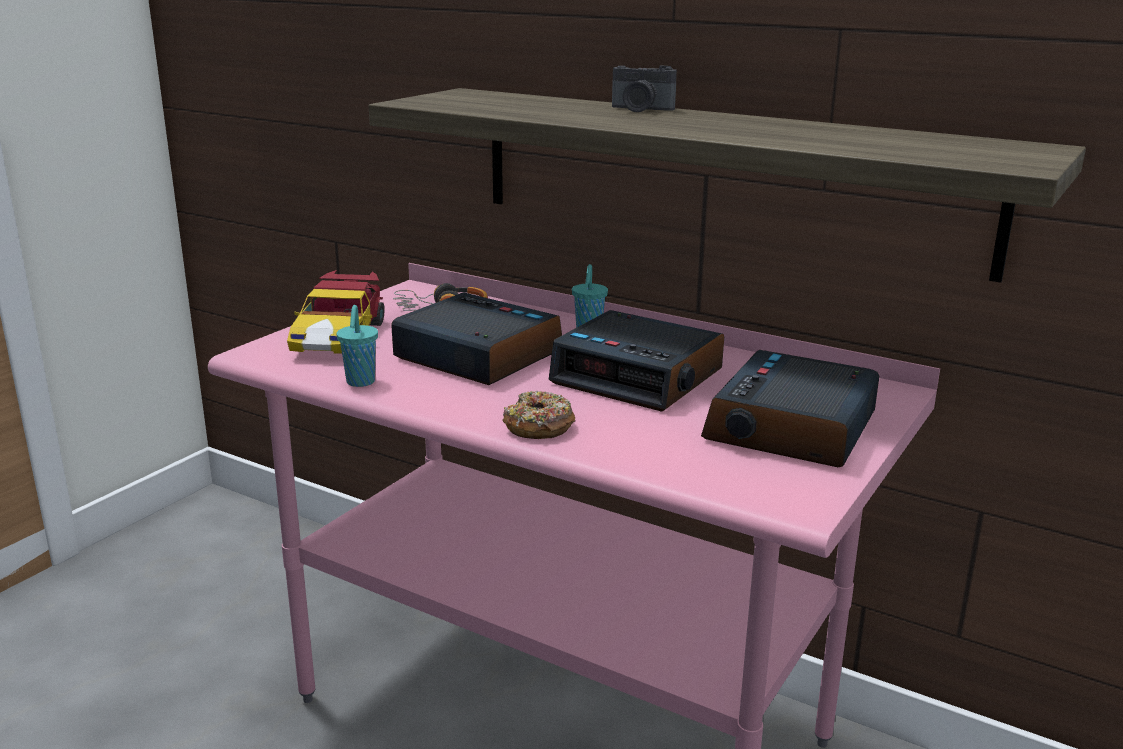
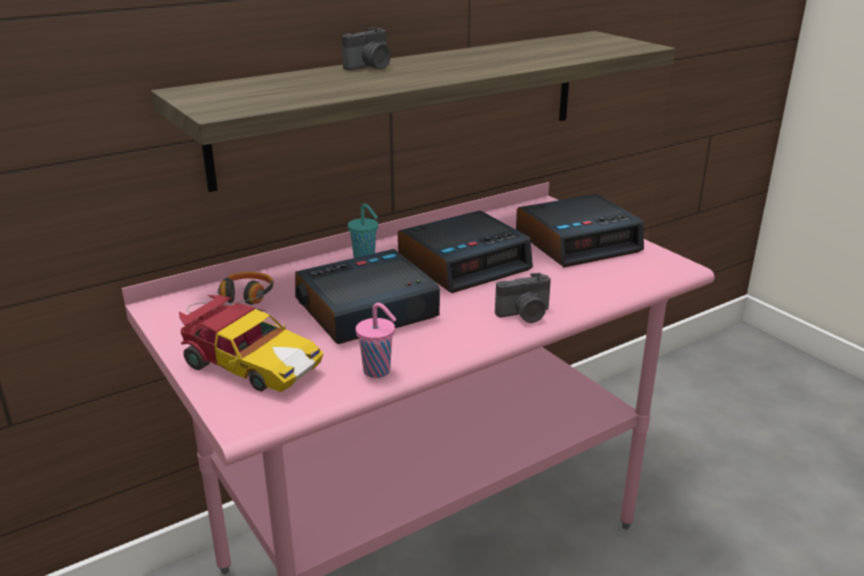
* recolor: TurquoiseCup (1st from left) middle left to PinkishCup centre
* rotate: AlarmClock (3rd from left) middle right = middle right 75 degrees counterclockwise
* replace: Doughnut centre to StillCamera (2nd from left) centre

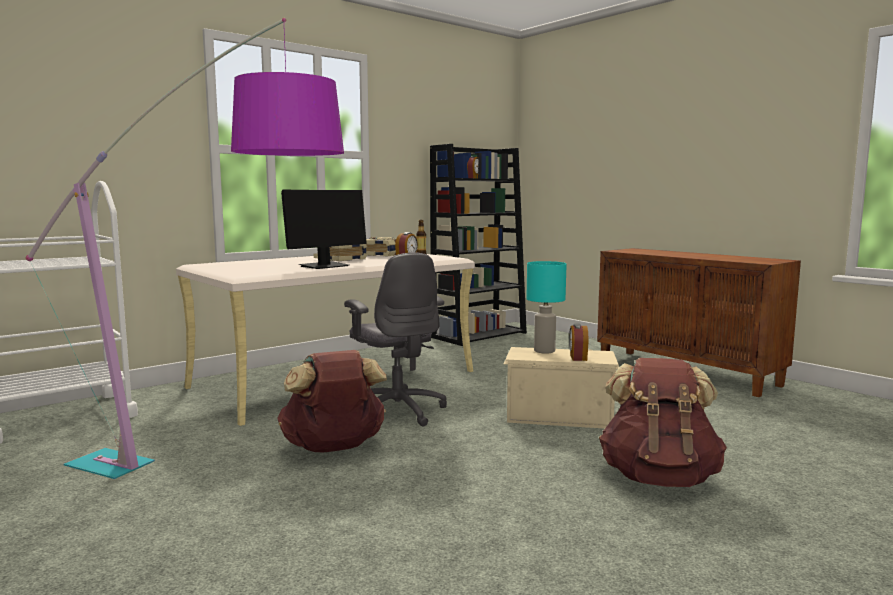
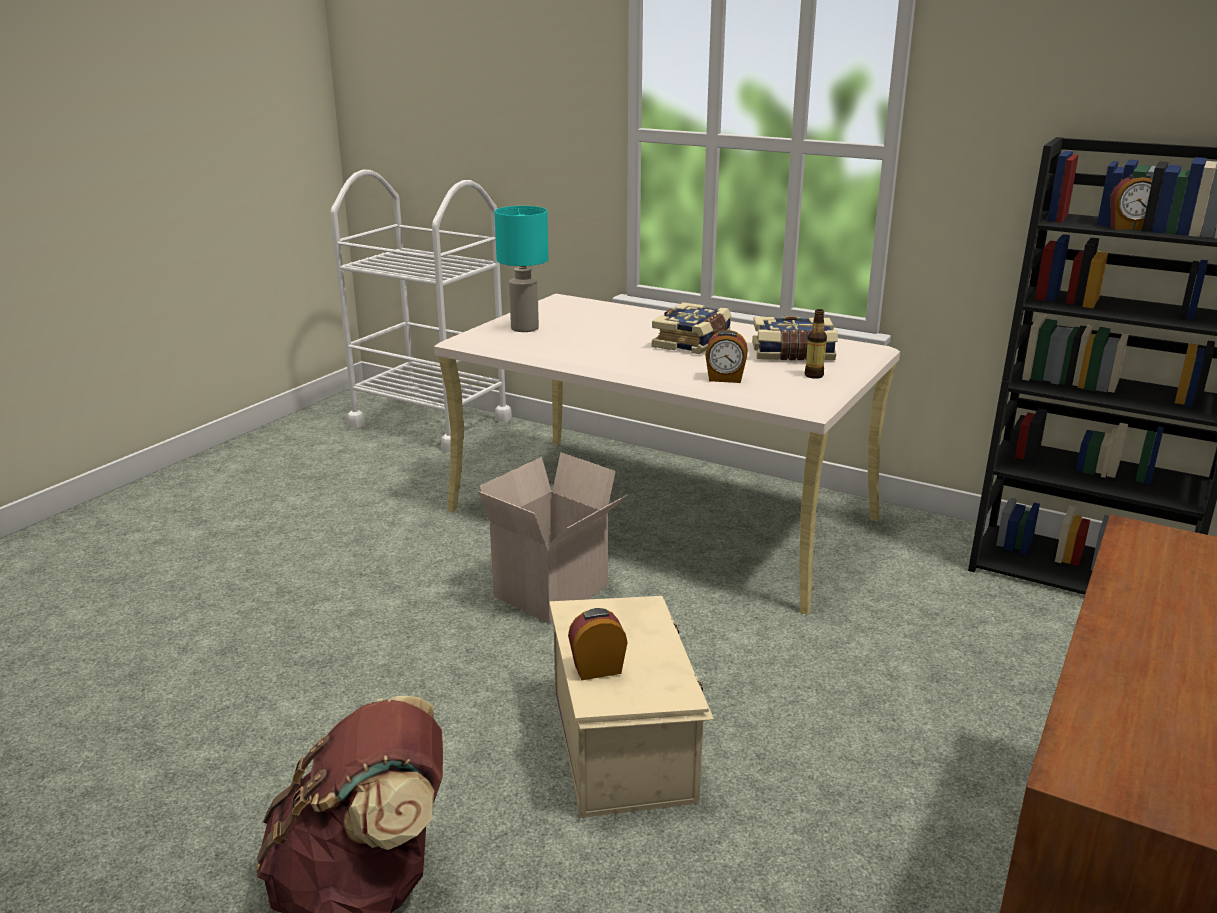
* delete: FloorLamp middle left
* delete: Monitor centre
* replace: GrayComputerChair centre to PackingBox centre
* move: TurquoiseTableLamp centre to top centre
* delete: BrownColouredBackpack (1st from left) bottom centre

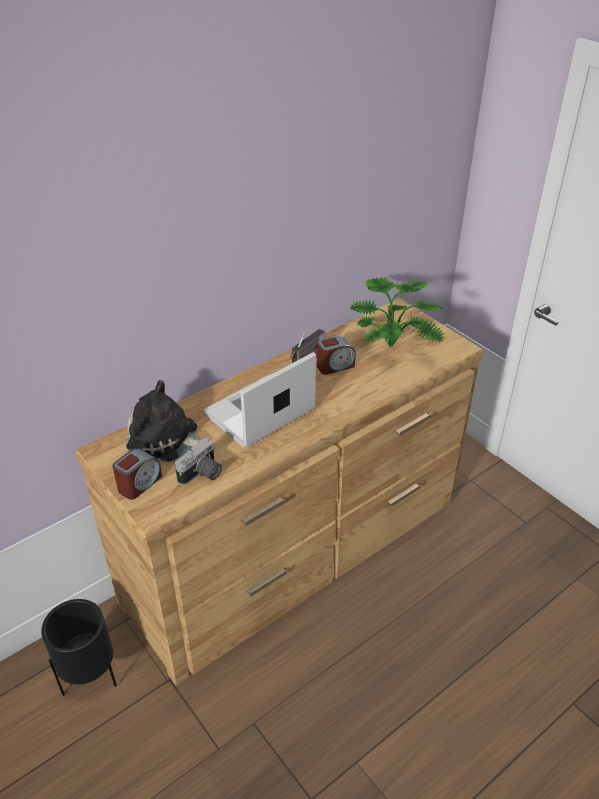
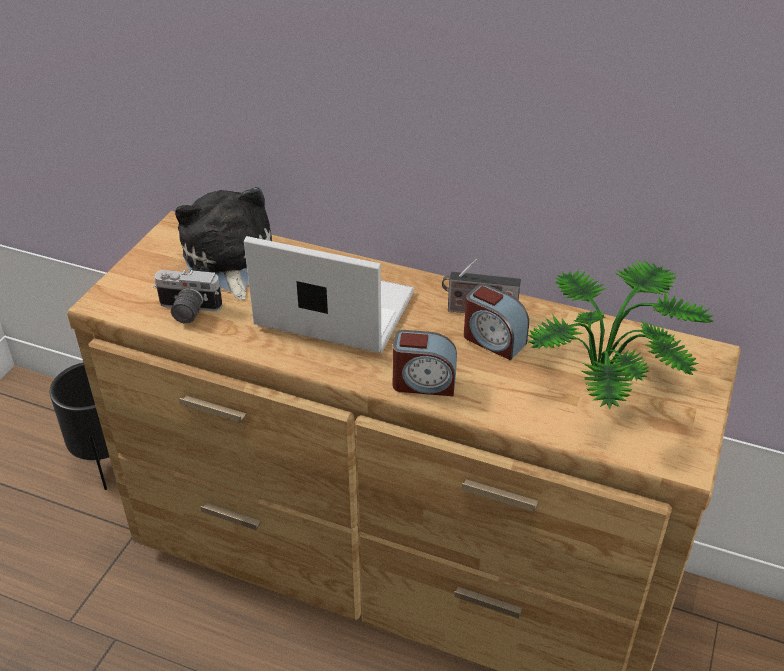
* move: AlarmClock (1st from left) middle left to centre

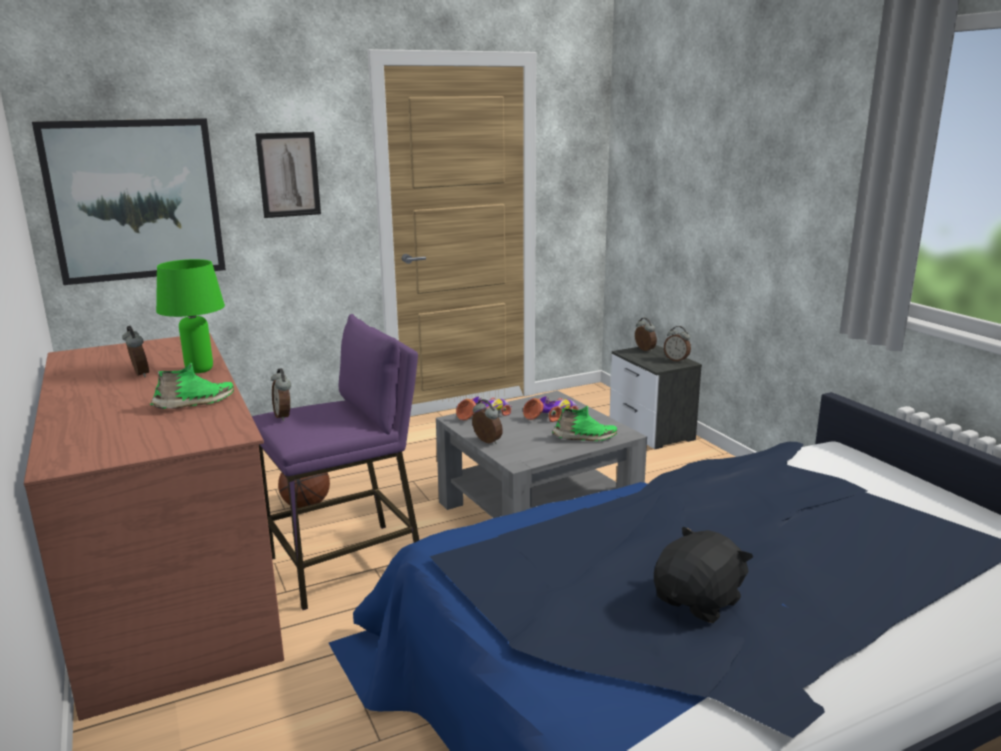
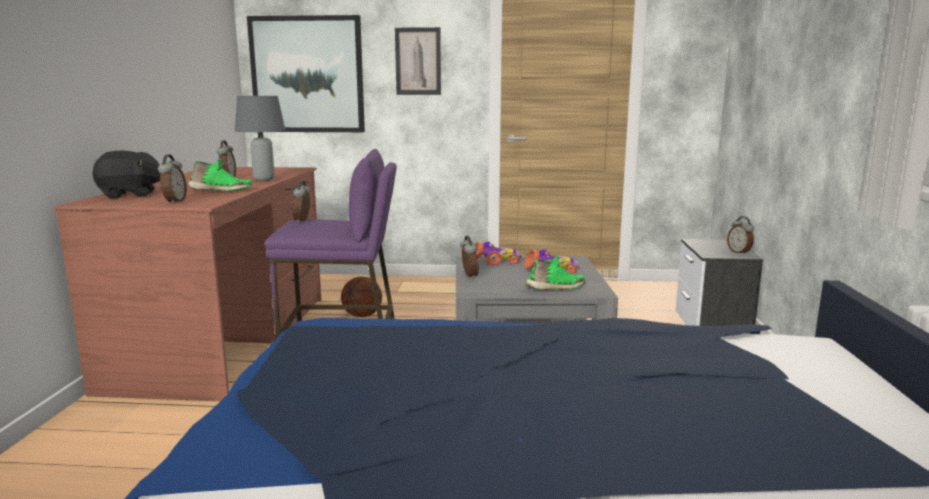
* recolor: GreenColouredTableLamp middle left to GrayTableLamp top left
* move: AlarmClock (4th from left in the first image) centre to AlarmClock (1st from left) middle left
* rotate: GreenColouredShoe (2nd from left) centre = centre 45 degrees counterclockwise
* move: BlackColouredSoftToy bottom right to middle left

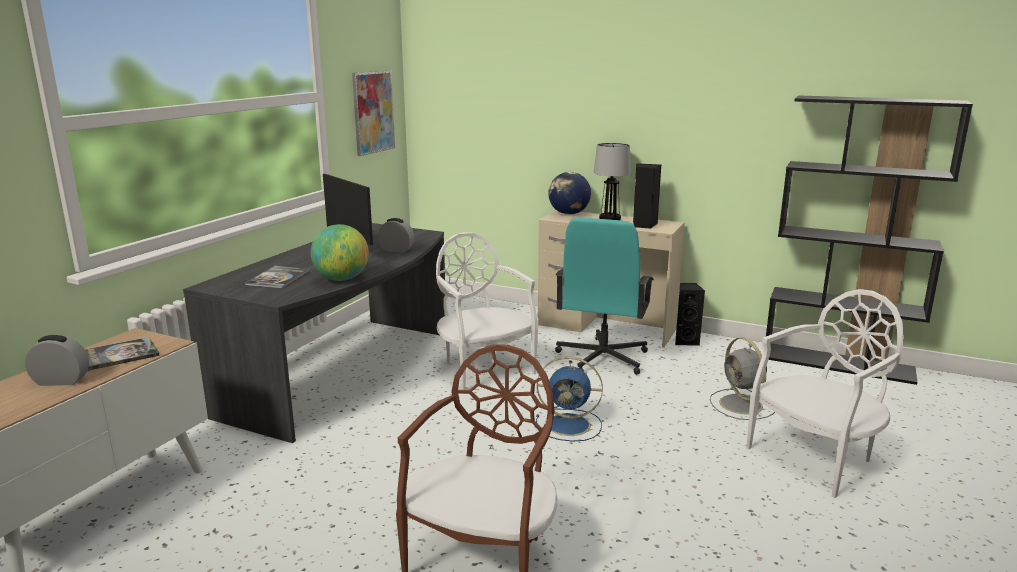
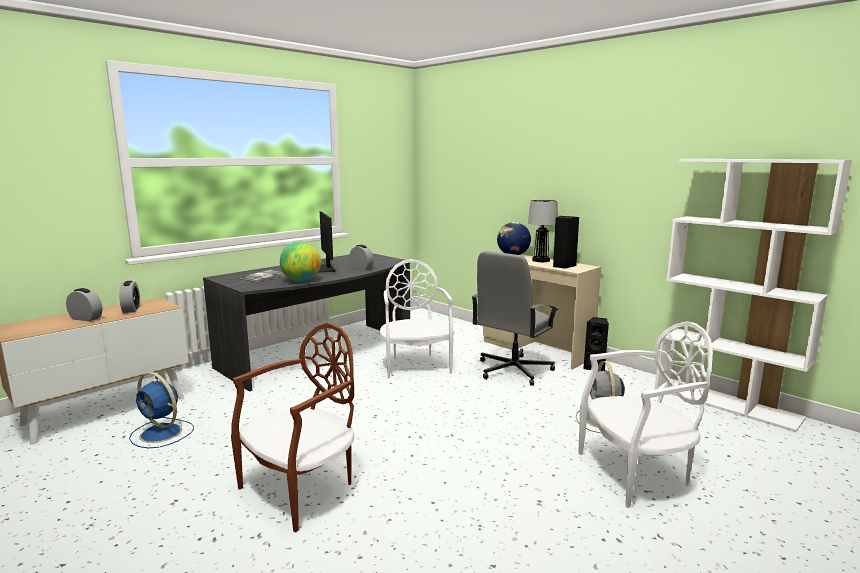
* delete: Picture top centre
* recolor: BlackColouredBookcase middle right to WhiteBookcase middle right
* recolor: TurquoiseComputerChair centre to GrayComputerChair centre
* replace: Book (1st from left) middle left to AlarmClock (2nd from left) middle left
* move: BlueCoolingFan bottom centre to bottom left

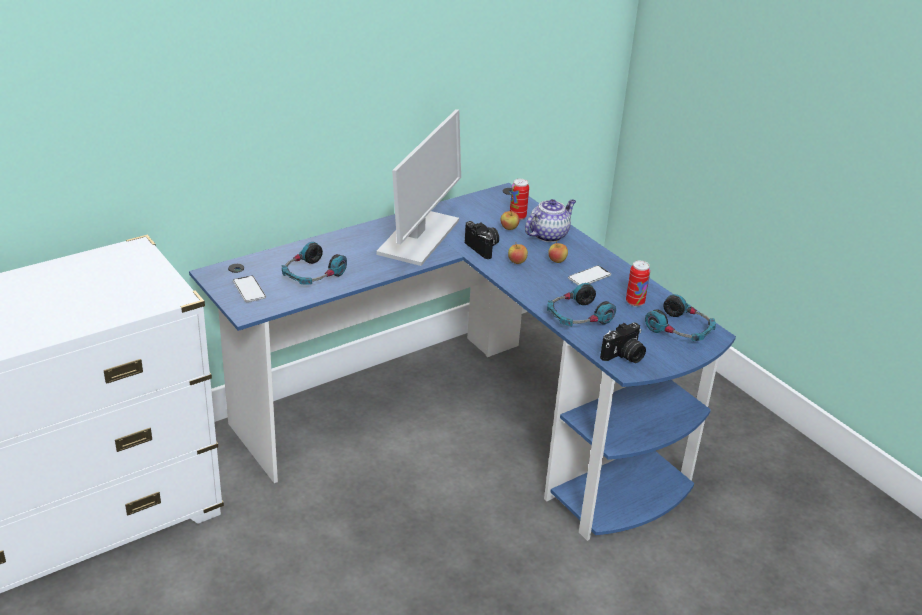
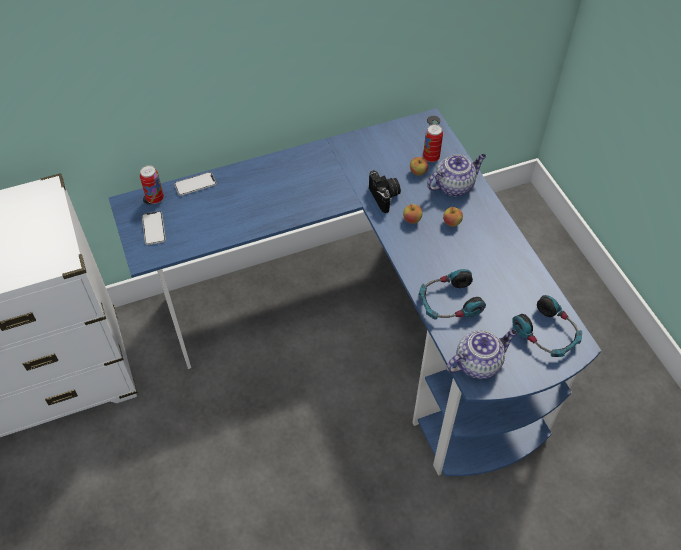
* delete: Monitor top centre
* delete: Headset (1st from left) centre
* move: SealedCan (2nd from left in the first image) middle right to SealedCan (1st from left) middle left
* move: Telephone (2nd from left) centre to middle left
* replace: StillCamera (2nd from left) middle right to TeaPot (2nd from left) middle right

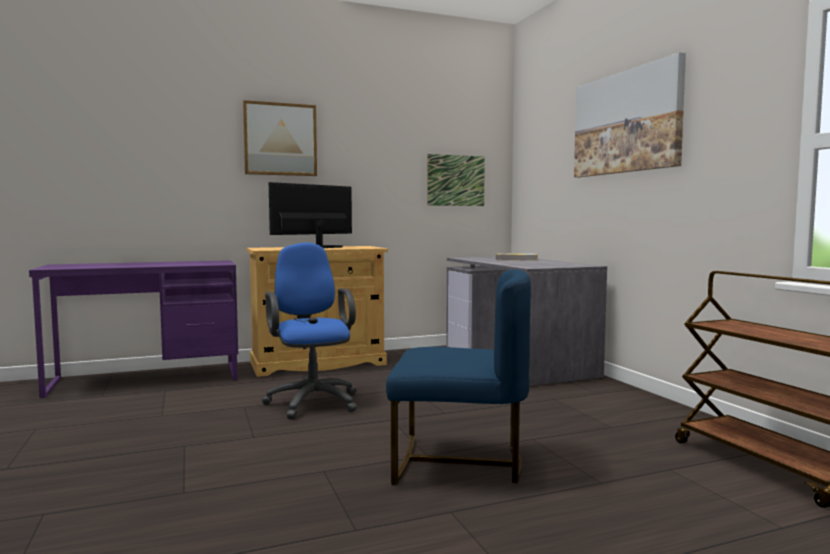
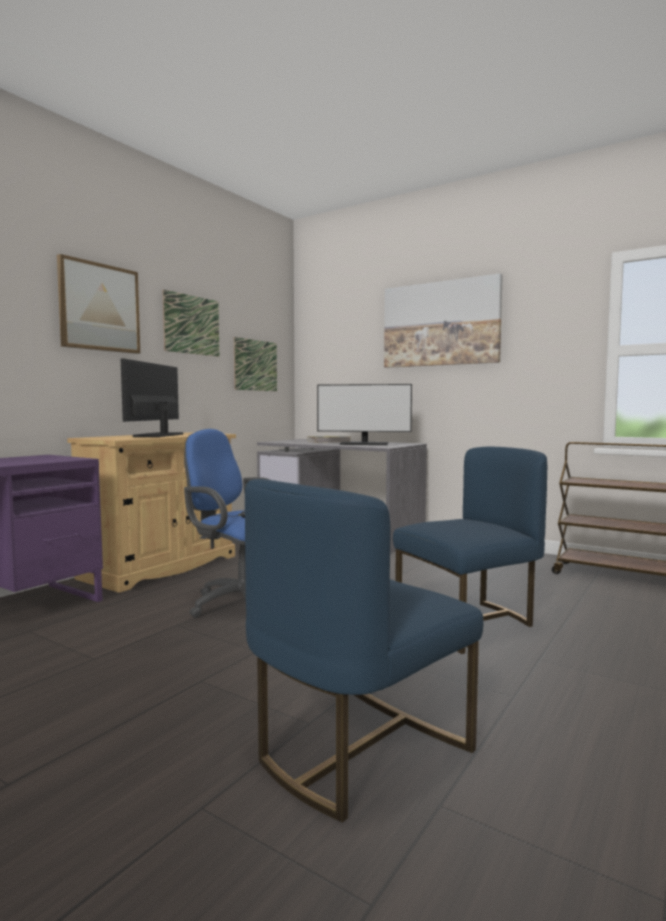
* insert: Picture (2nd from left) middle left
* insert: Monitor (2nd from left) centre
* insert: BlueChair (1st from left) bottom centre

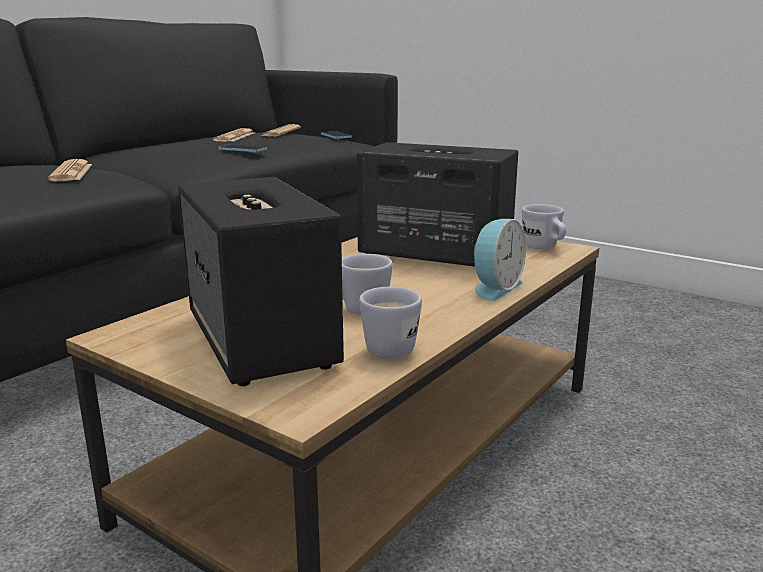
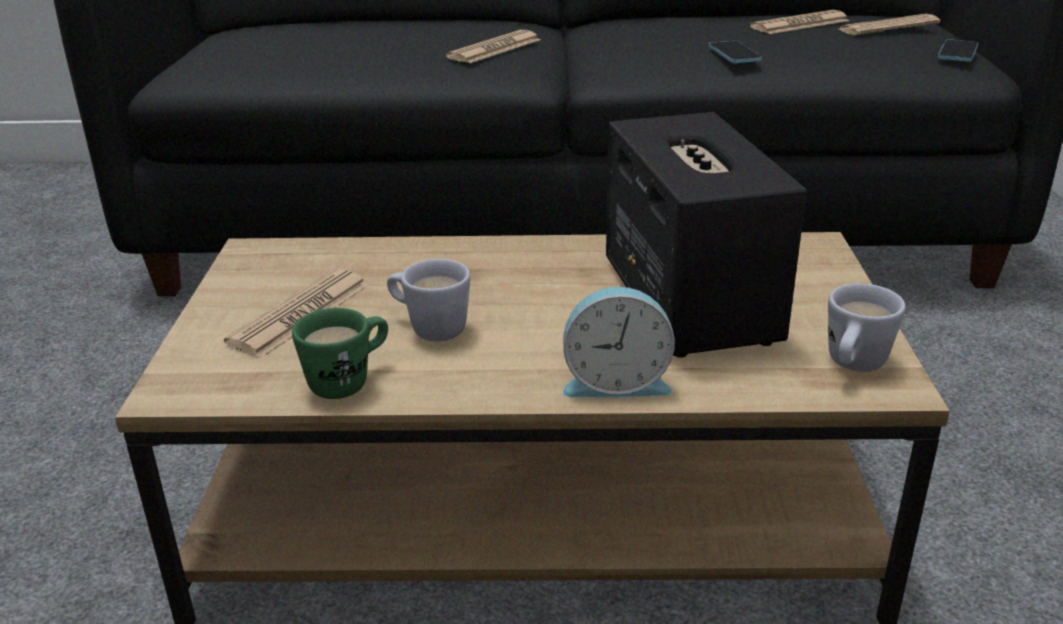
* replace: Speaker (1st from left) centre to Newspaper (1st from left) middle left
* recolor: WhiteMug (2nd from left) centre to GreenColouredMug middle left

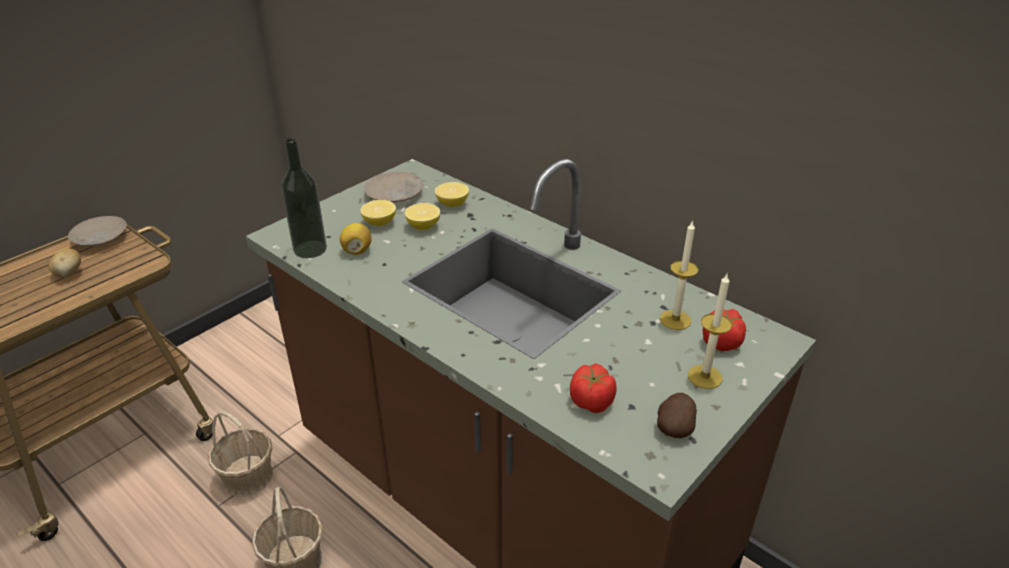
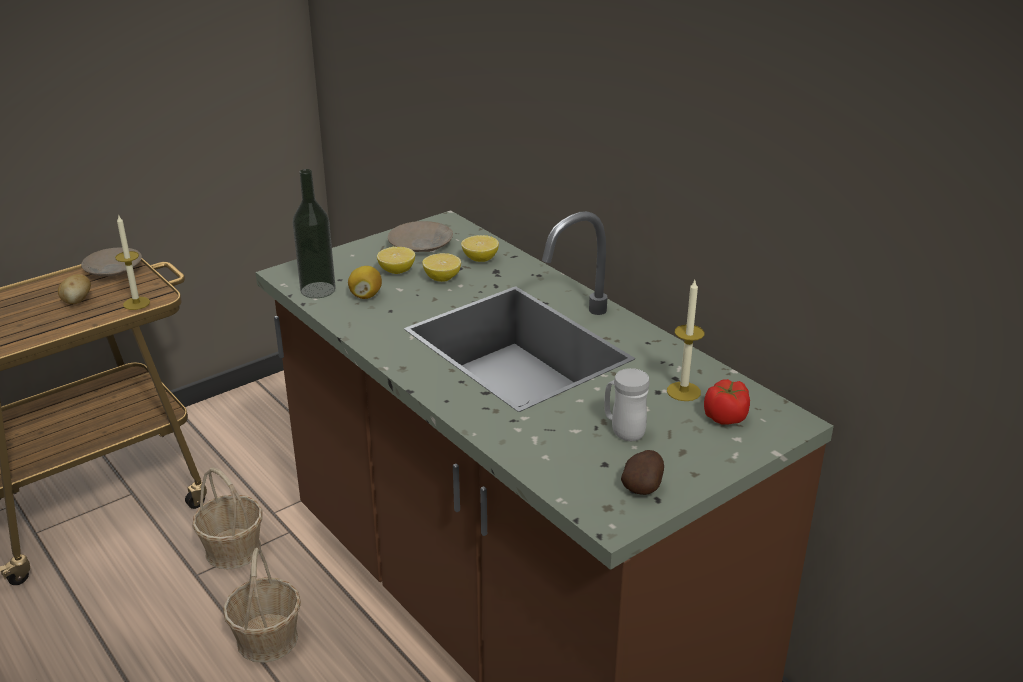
* move: Candle (2nd from left in the first image) middle right to Candle (1st from left) middle left
* delete: FreshTomato (1st from left) bottom centre
* insert: WhiteMug centre

